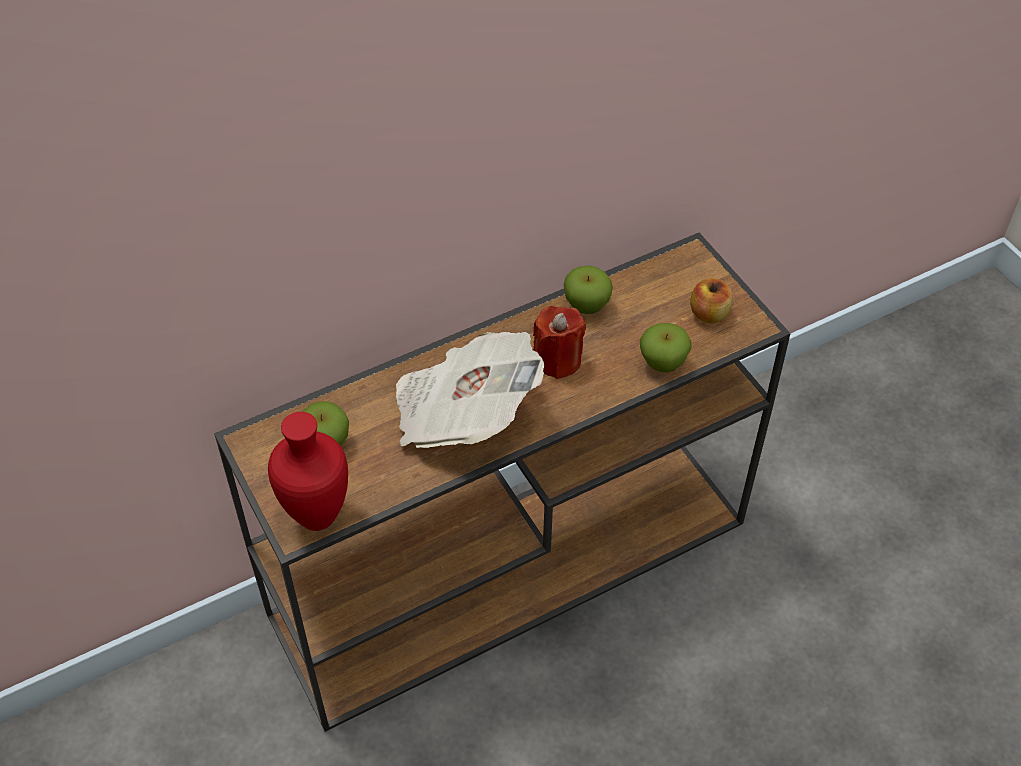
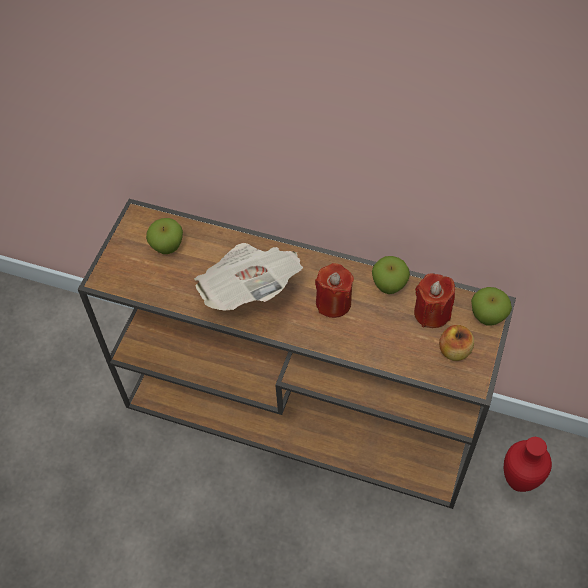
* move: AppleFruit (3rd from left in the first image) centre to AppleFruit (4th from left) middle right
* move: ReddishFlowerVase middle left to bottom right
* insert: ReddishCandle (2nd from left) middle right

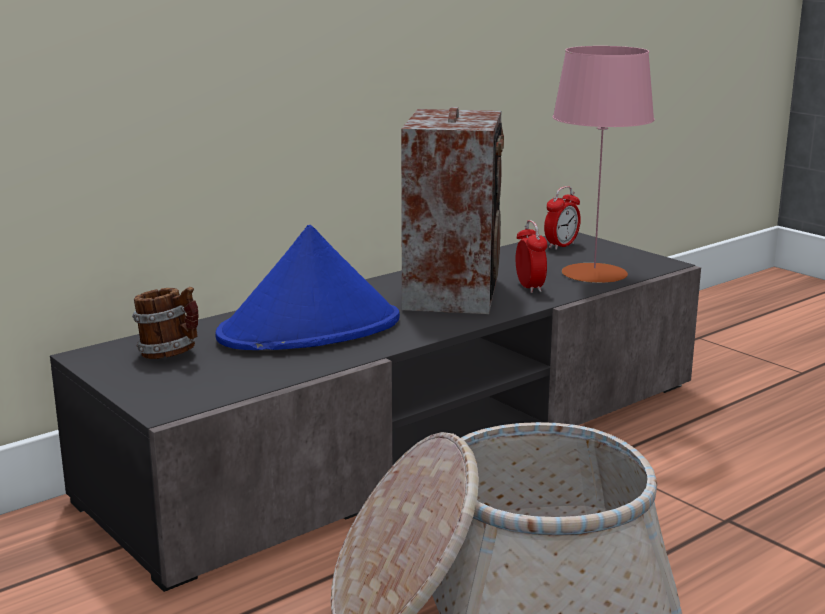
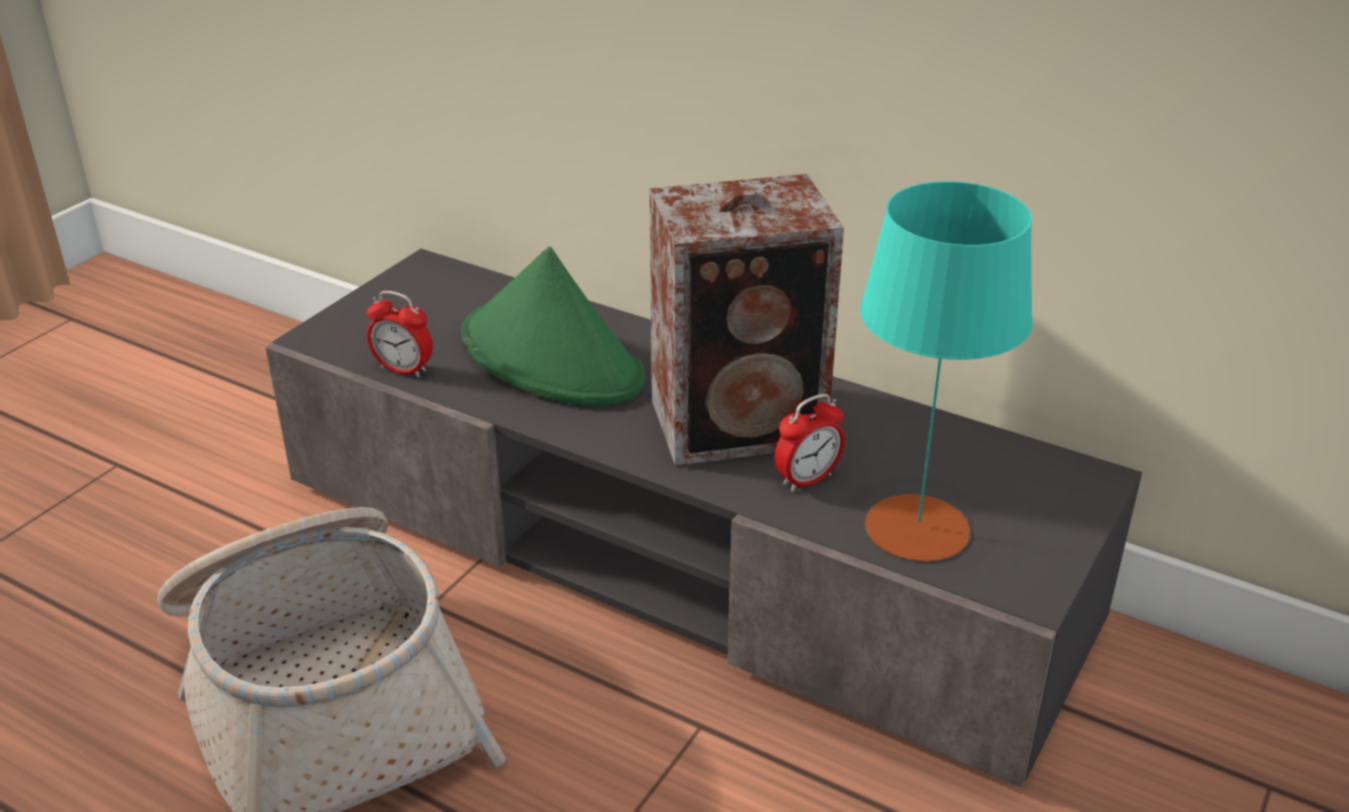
* recolor: PinkishTableLamp top right to TurquoiseTableLamp middle right
* move: AlarmClock (2nd from left in the first image) middle right to AlarmClock (1st from left) middle left
* recolor: BlueWearableHat centre to GreenColouredWearableHat centre
* delete: Mug middle left

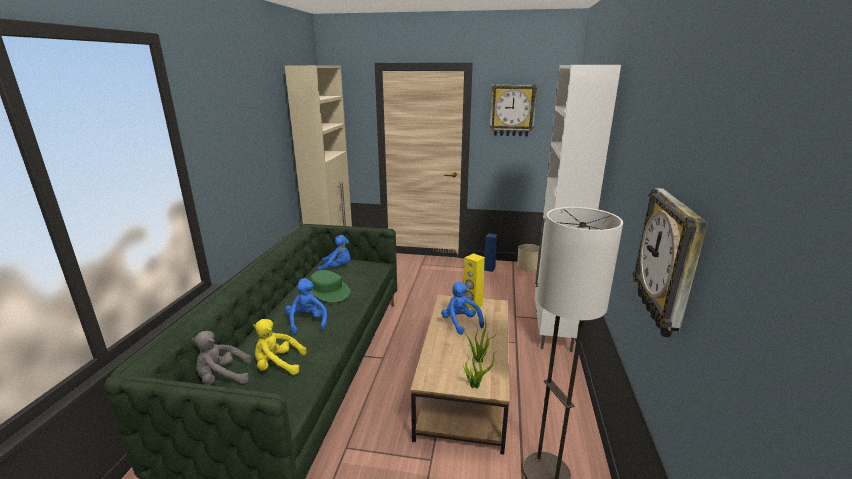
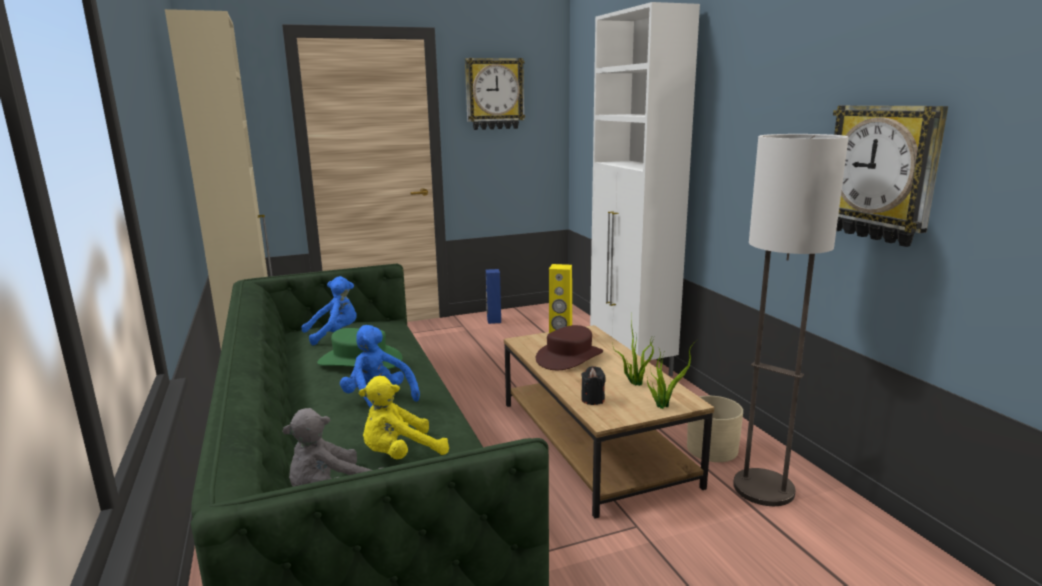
* move: BeigeColouredPlanter centre to bottom right
* replace: BlueSoftToy (3rd from left) centre to BrownColouredWearableHat centre
* insert: BlackColouredCandle centre

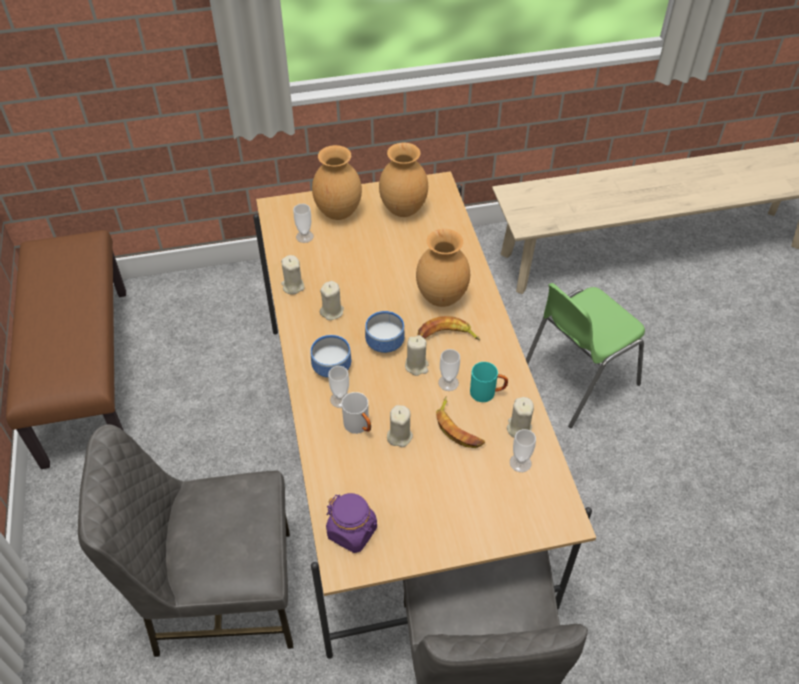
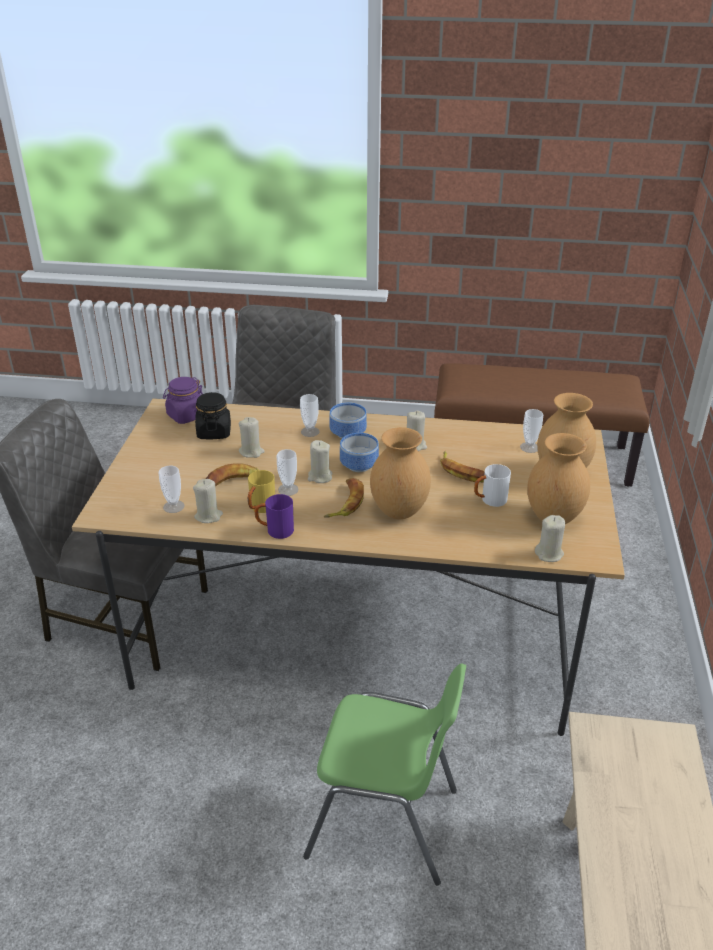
* move: BeigeColouredCandle (1st from left in the first image) centre to BeigeColouredCandle (5th from left) middle right
* rotate: GreenColouredChair middle right = bottom centre 120 degrees clockwise
* recolor: TurquoiseMug centre to YellowColouredMug centre
* move: WhiteMug centre to middle right
* insert: BlackColouredPreserveJar middle left
* insert: Banana (3rd from left) centre
* insert: PurpleMug centre

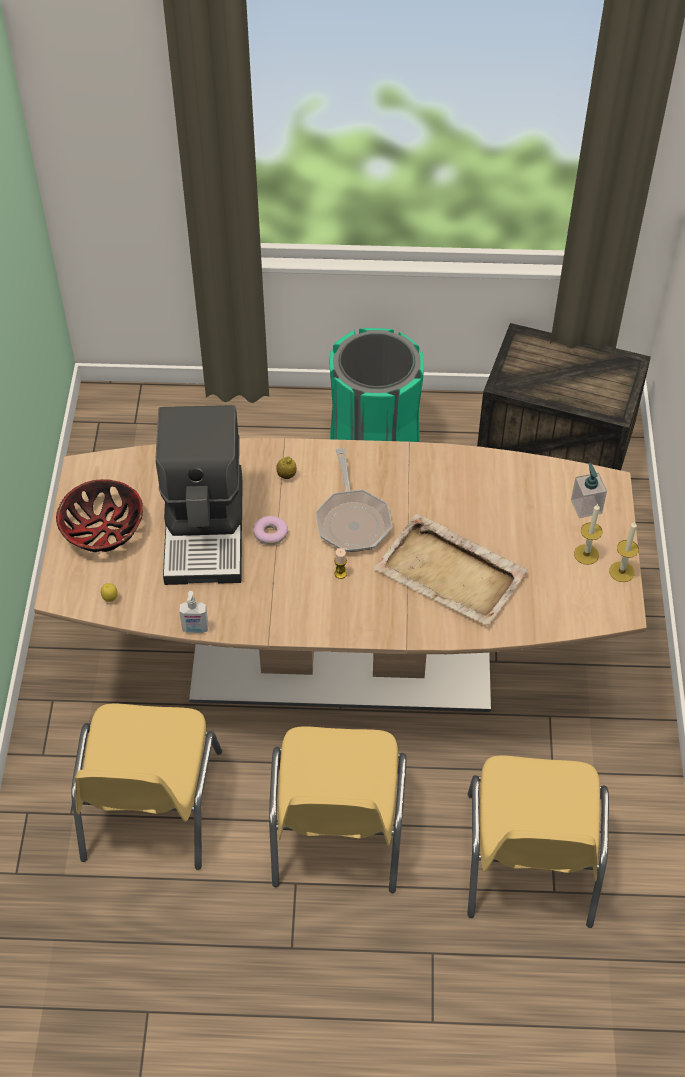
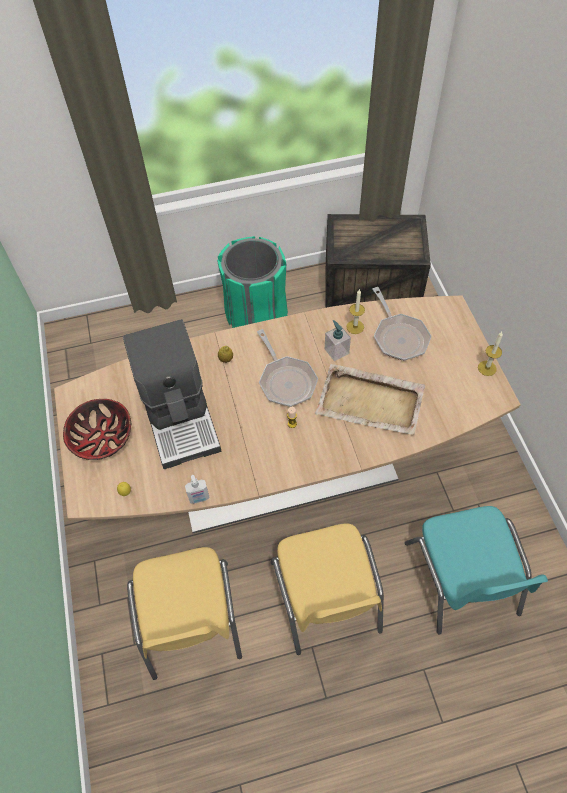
* move: LiquidSoapBottle (2nd from left) middle right to centre
* move: Candle (2nd from left) middle right to centre
* delete: Doughnut centre
* recolor: YellowColouredChair (3rd from left) bottom right to TurquoiseChair bottom right
* insert: FryingPan (2nd from left) middle right

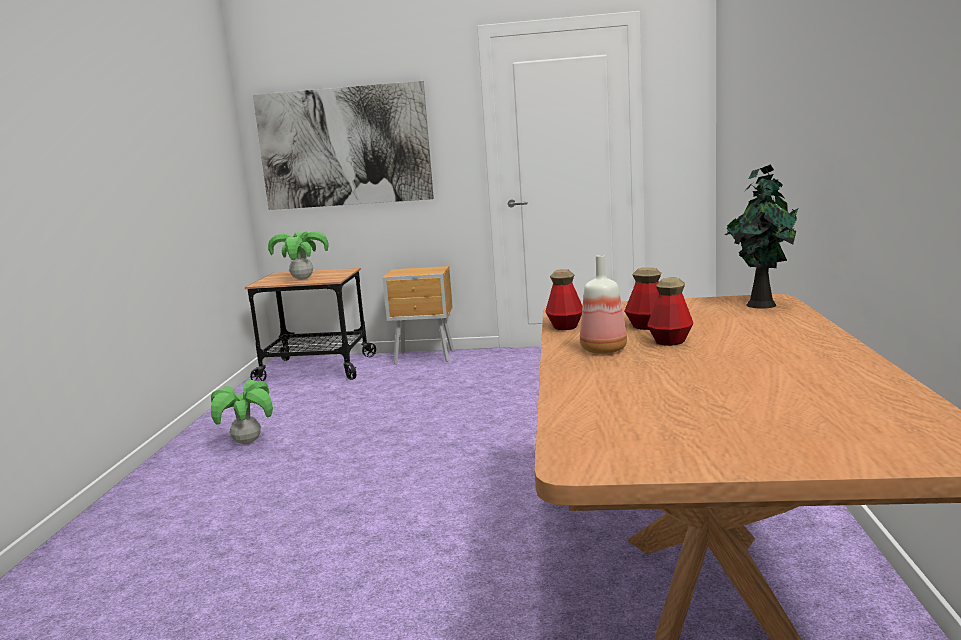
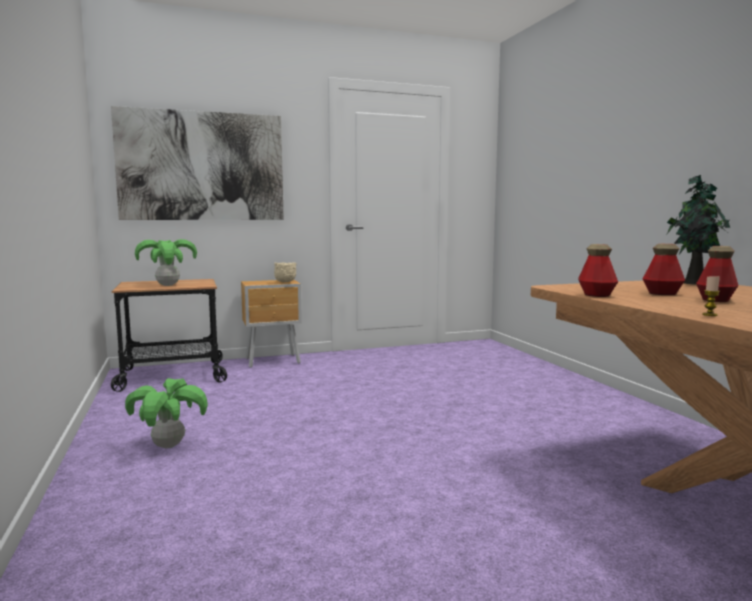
* delete: DrinkBottle (2nd from left) centre
* insert: BeigeColouredDeepDish centre
* insert: Candle middle right

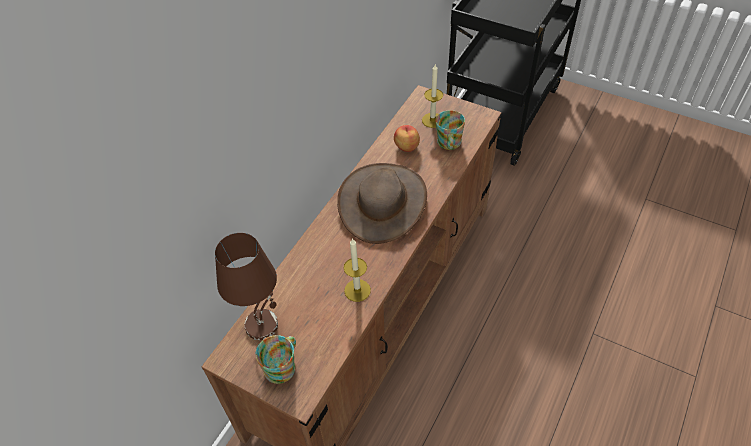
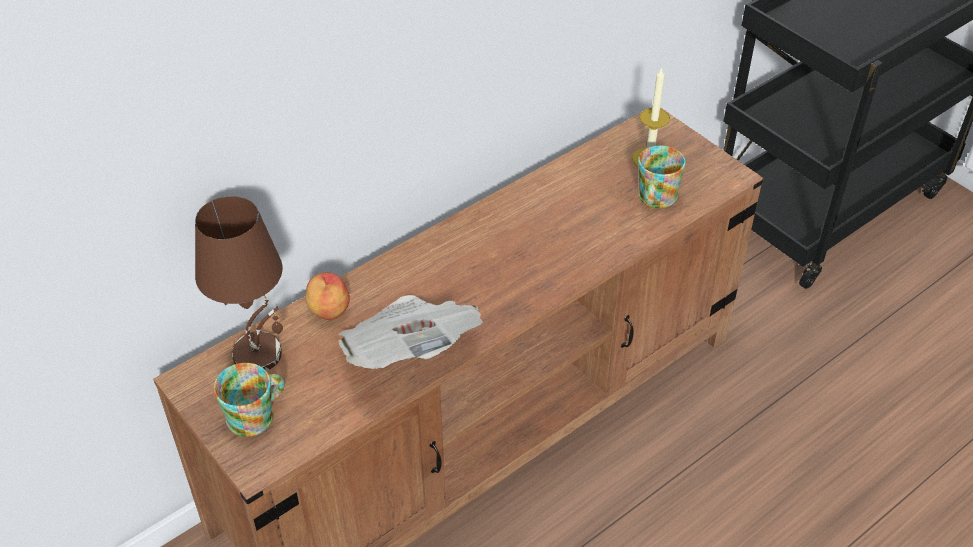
* move: AppleFruit top centre to centre
* delete: BrownColouredWearableHat centre
* replace: Candle (1st from left) centre to Newspaper centre

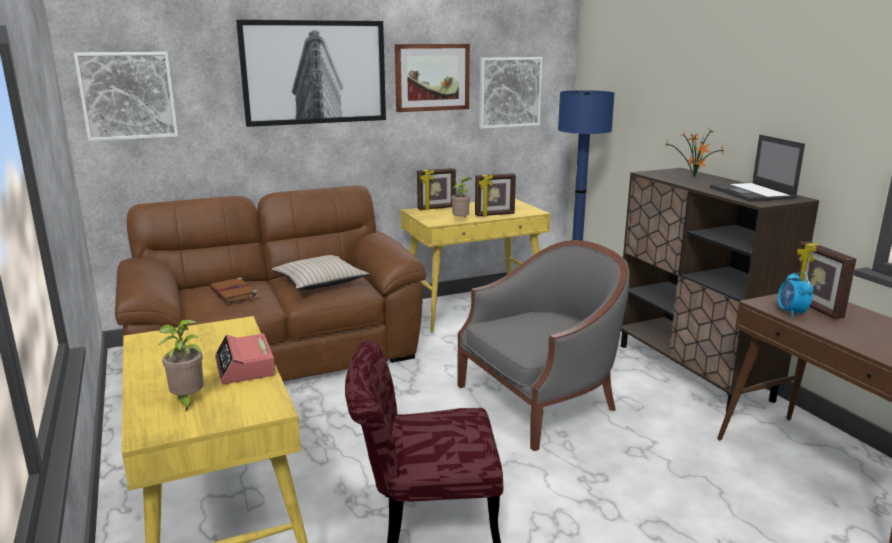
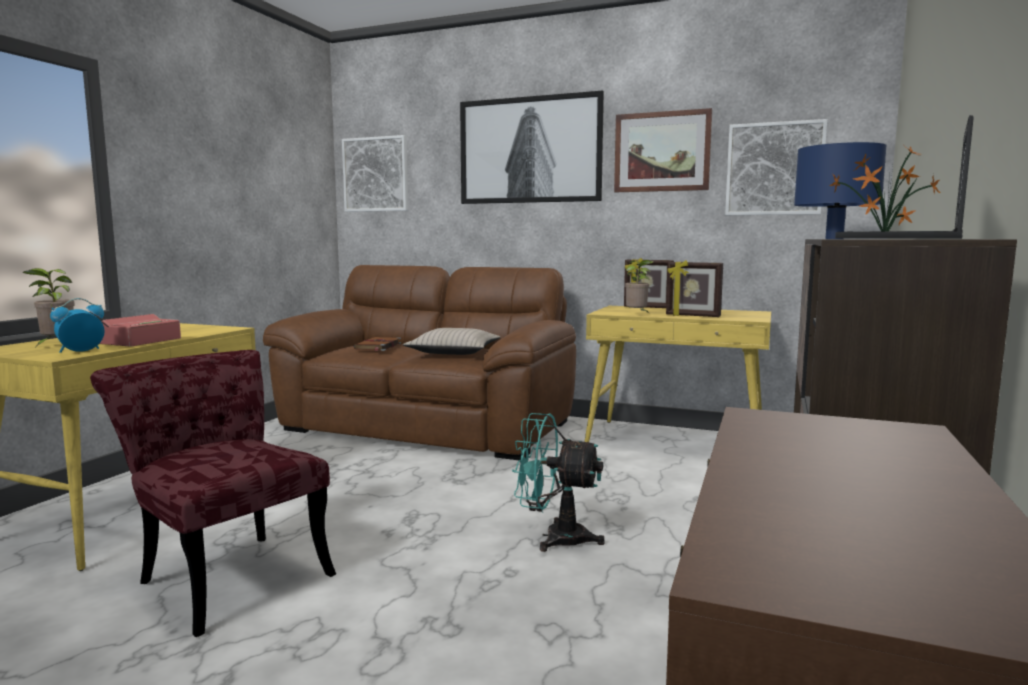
* replace: GrayArmchair centre to TurquoiseCoolingFan bottom centre
* delete: PictureFrame (3rd from left) middle right
* move: AlarmClock (2nd from left in the first image) middle right to AlarmClock (1st from left) middle left

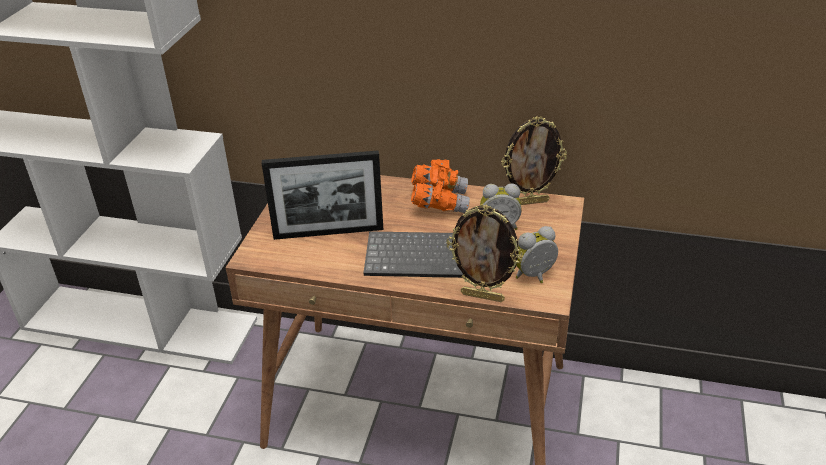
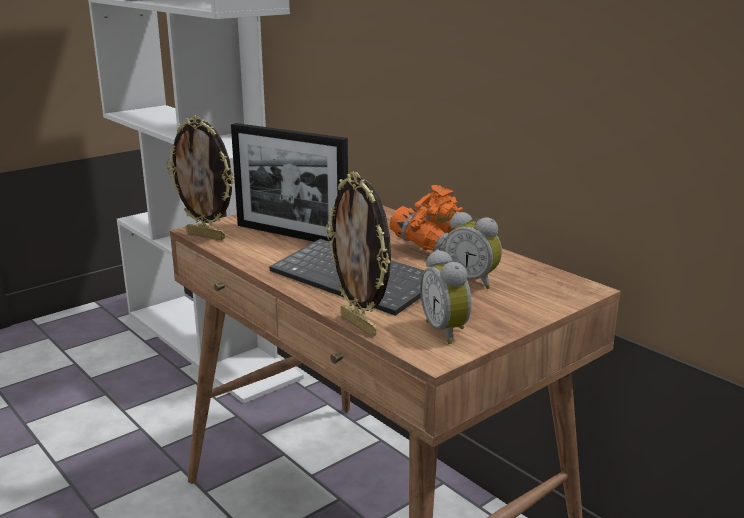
* move: PictureFrame (3rd from left in the first image) centre to PictureFrame (1st from left) middle left
* rotate: AlarmClock (2nd from left in the first image) centre = centre 120 degrees counterclockwise

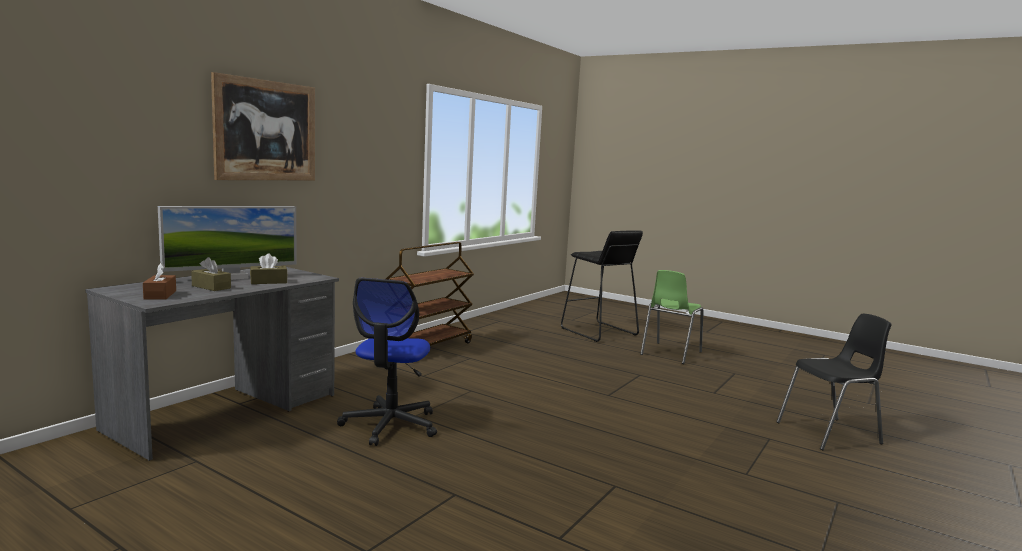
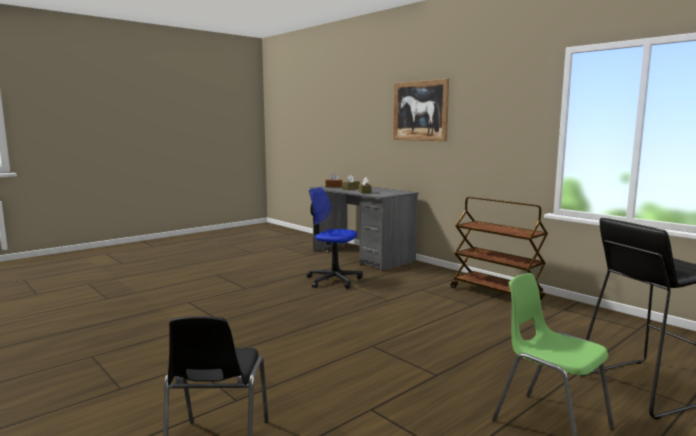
* delete: Monitor middle left

